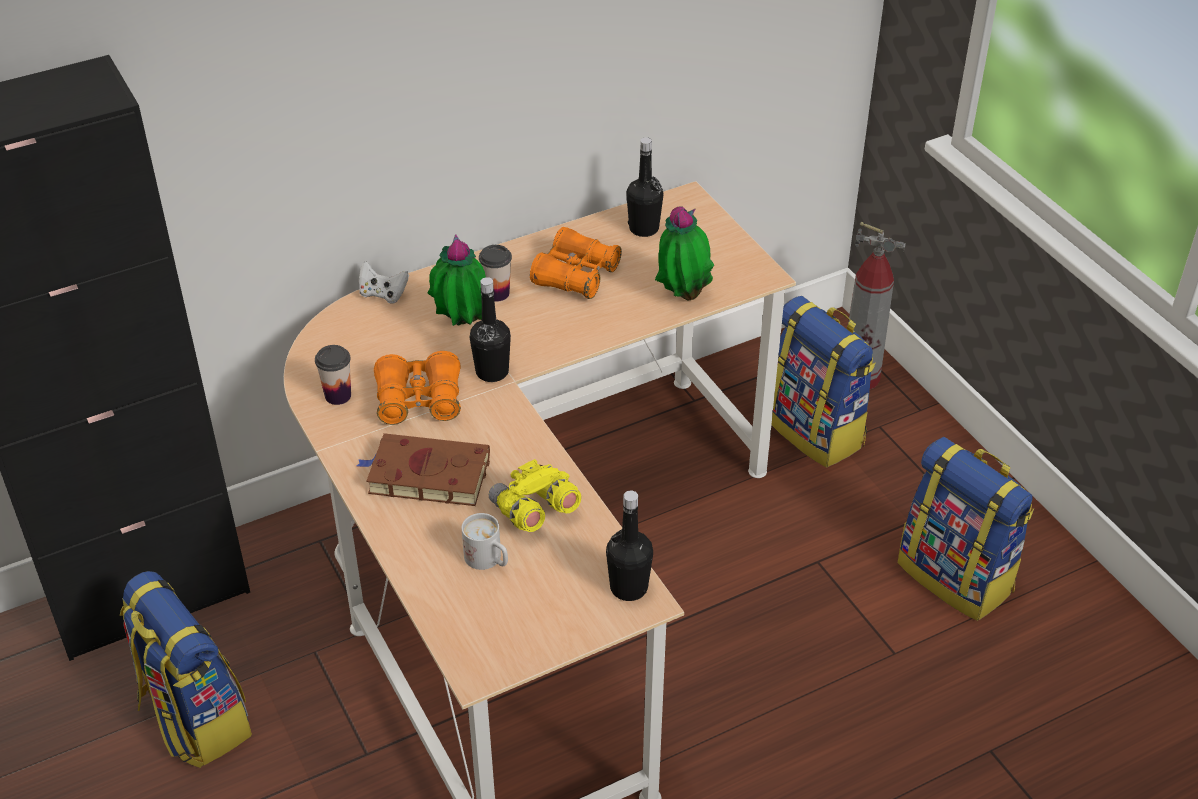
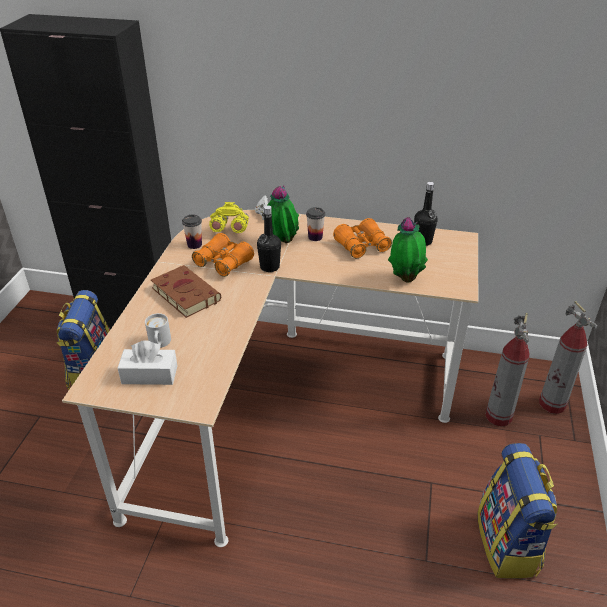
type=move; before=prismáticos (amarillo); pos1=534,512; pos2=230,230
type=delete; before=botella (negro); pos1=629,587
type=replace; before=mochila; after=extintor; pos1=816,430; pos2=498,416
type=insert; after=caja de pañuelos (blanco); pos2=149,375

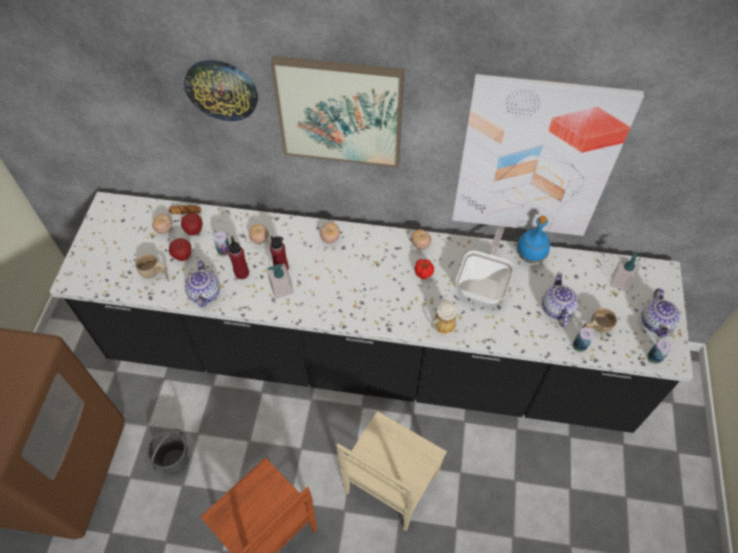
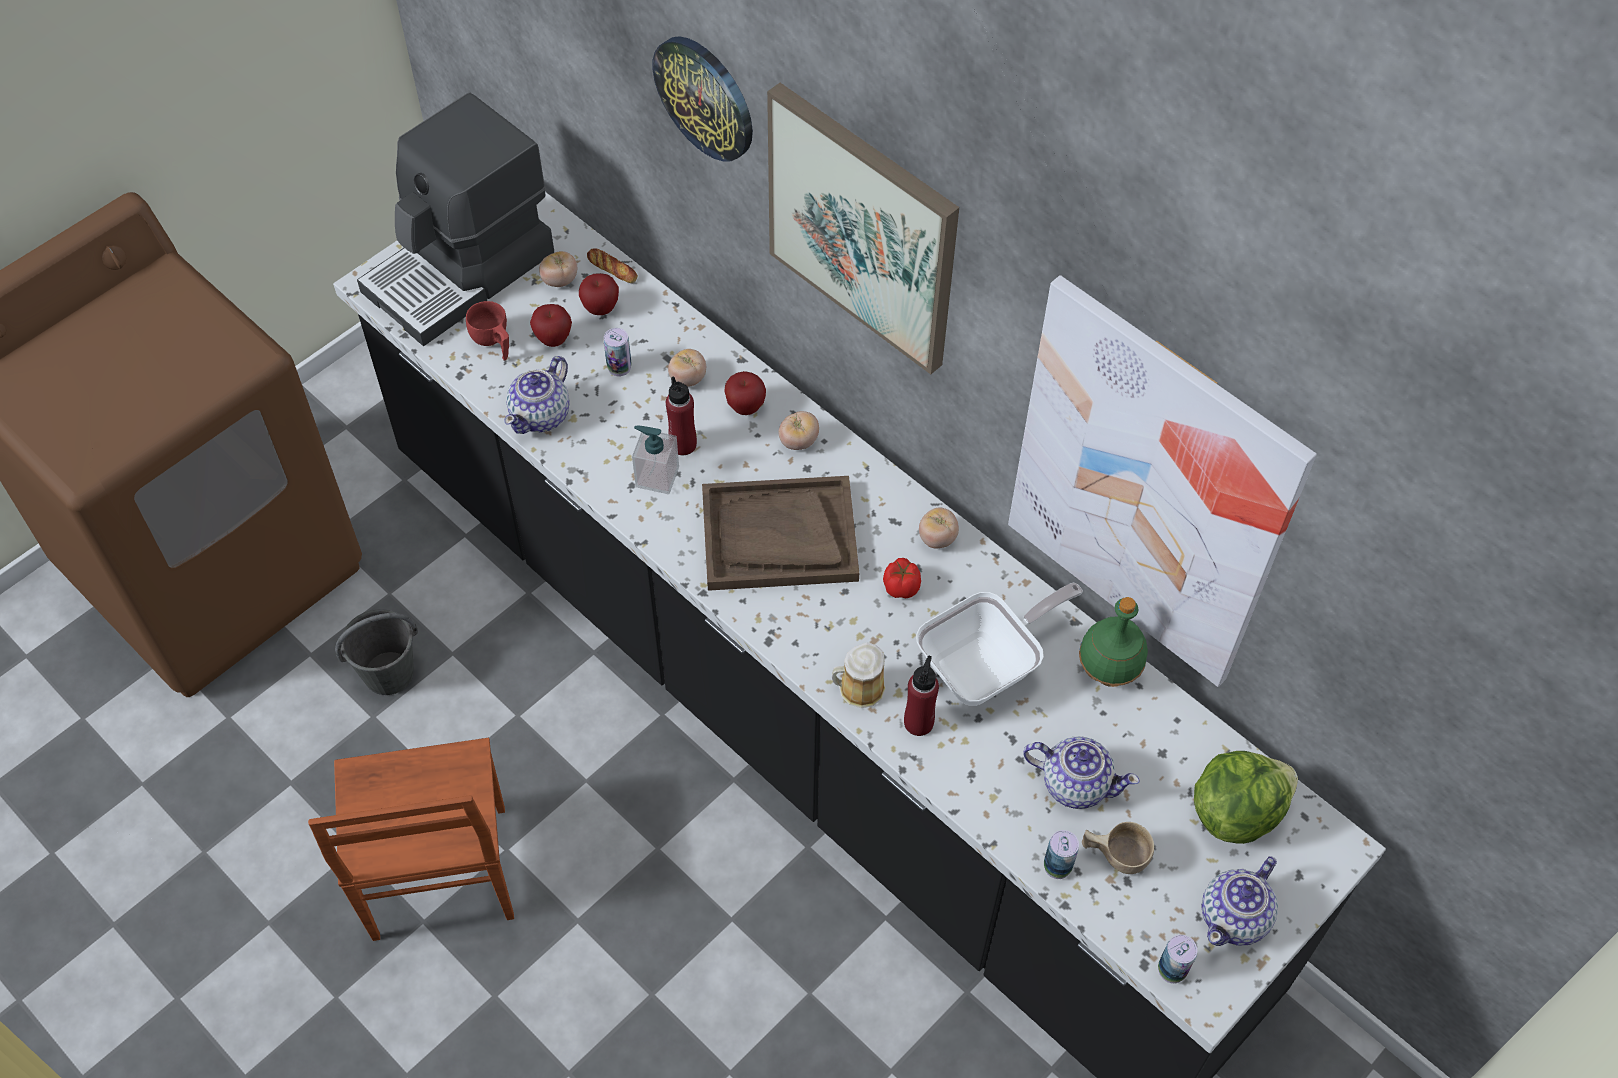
type=recolor; before=taza (beis); after=taza (rojo); pos1=155,274; pos2=493,343
type=move; before=botella (rojo); pos1=241,273; pos2=918,722
type=delete; before=silla (beis); pos1=389,485
type=recolor; before=botella (azul); after=botella (verde); pos1=529,257; pos2=1108,671
type=rotate; before=tetera; pos1=556,309; pos2=1074,783; turn=75
type=replace; before=dispensador de jabón; after=lechuga; pos1=620,282; pos2=1235,812
type=insert; after=cafetera; pos2=462,272
type=insert; after=bandeja (marrón); pos2=779,536
type=insert; after=manzana; pos2=745,407

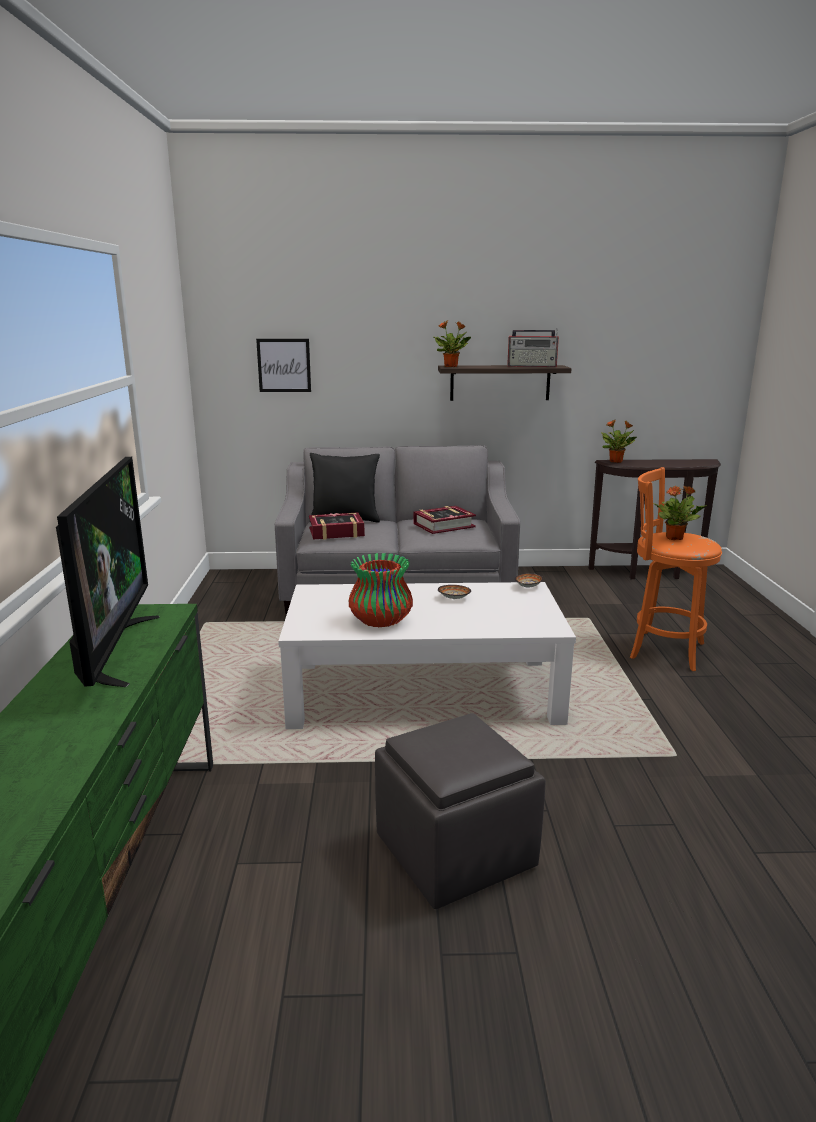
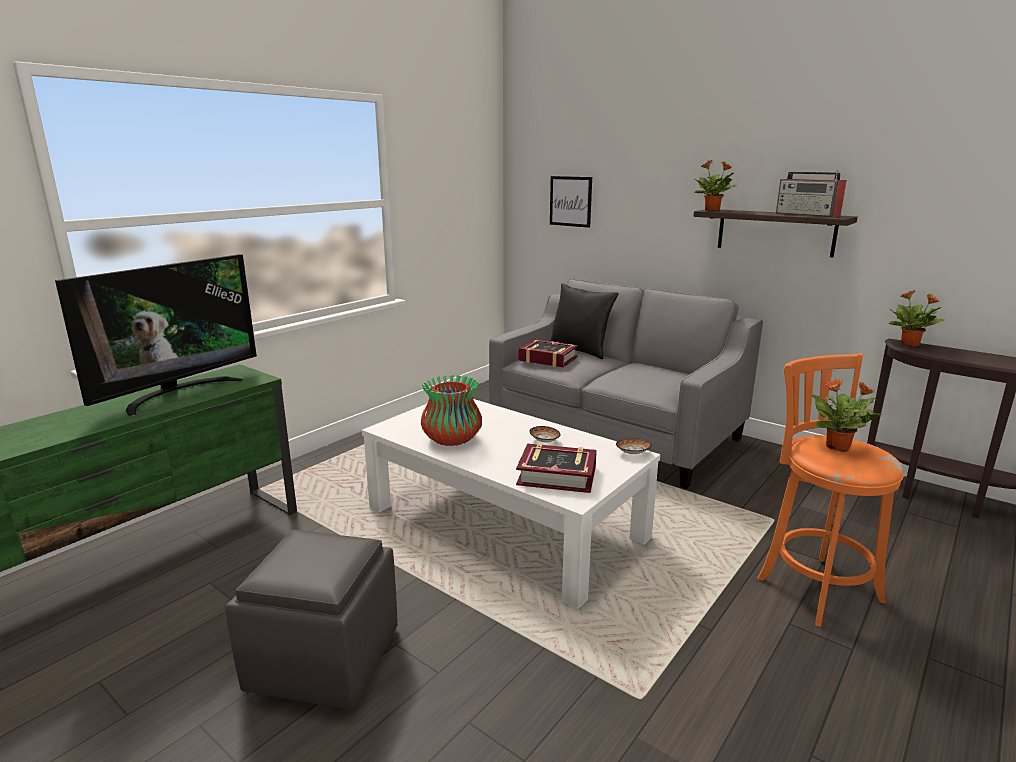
type=move; before=libro; pos1=443,525; pos2=557,475

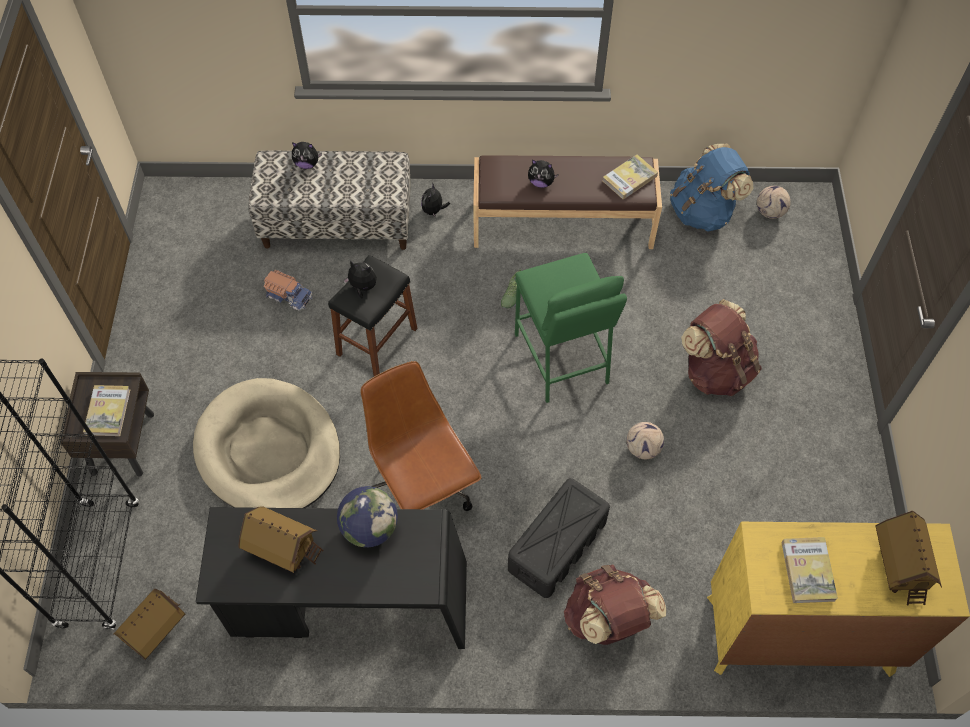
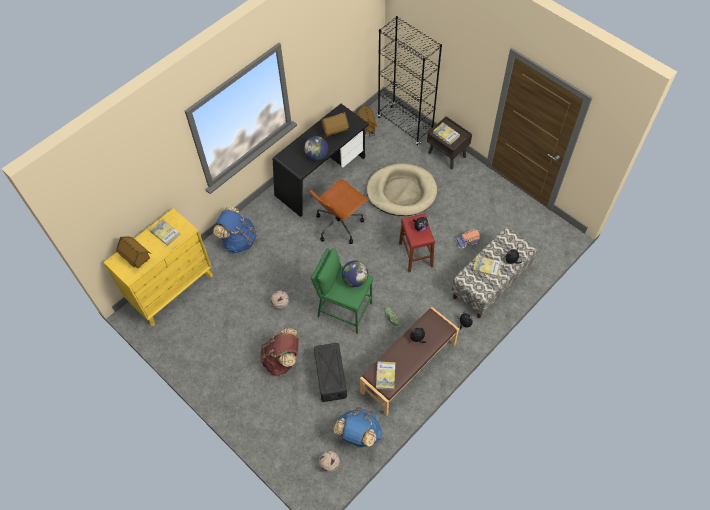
type=recolor; before=taburete (negro); after=taburete (rojo); pos1=377,341; pos2=415,255
type=rotate; before=silla de oficina (marrón); pos1=422,489; pos2=339,224; turn=120
type=move; before=caja de almacenaje (negro); pos1=556,546; pos2=330,375
type=recolor; before=mochila (marrón); after=mochila (azul); pos1=608,619; pos2=238,240
type=insert; after=globo terráqueo; pos2=355,280
type=insert; after=libro; pos2=486,267

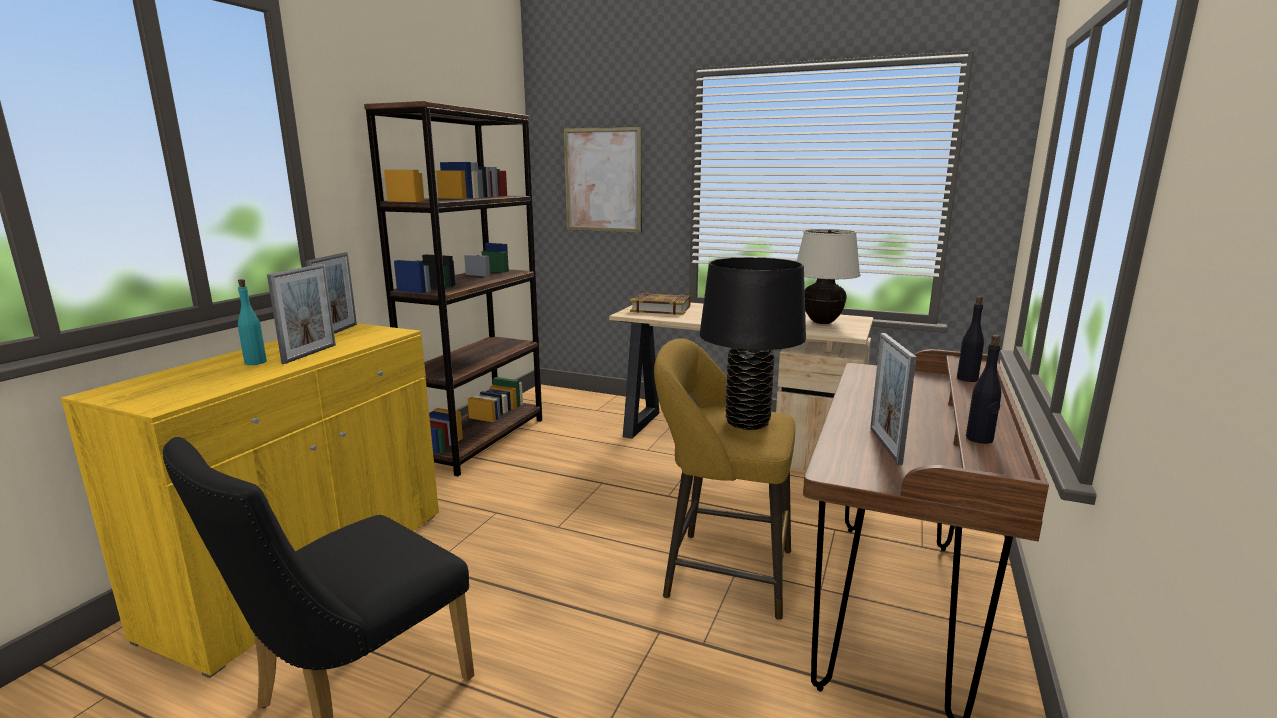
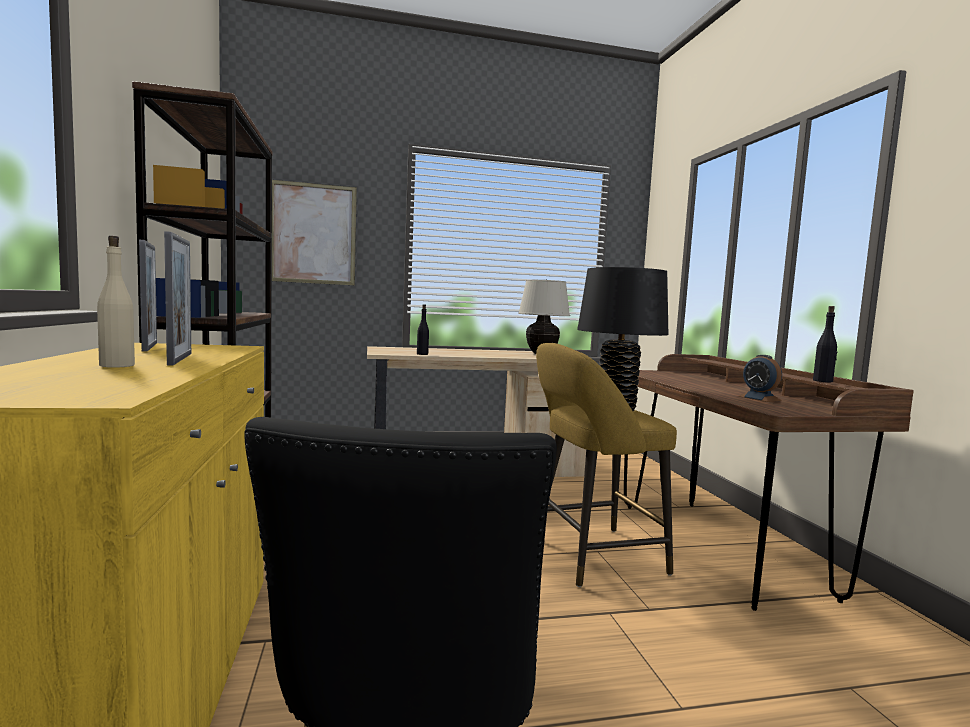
type=recolor; before=botella (turquesa); after=botella (beis); pos1=255,362; pos2=116,365
type=delete; before=libro; pos1=660,309
type=replace; before=portarretratos; after=despertador; pos1=885,445; pos2=759,398
type=move; before=botella (negro); pos1=967,379; pos2=422,354

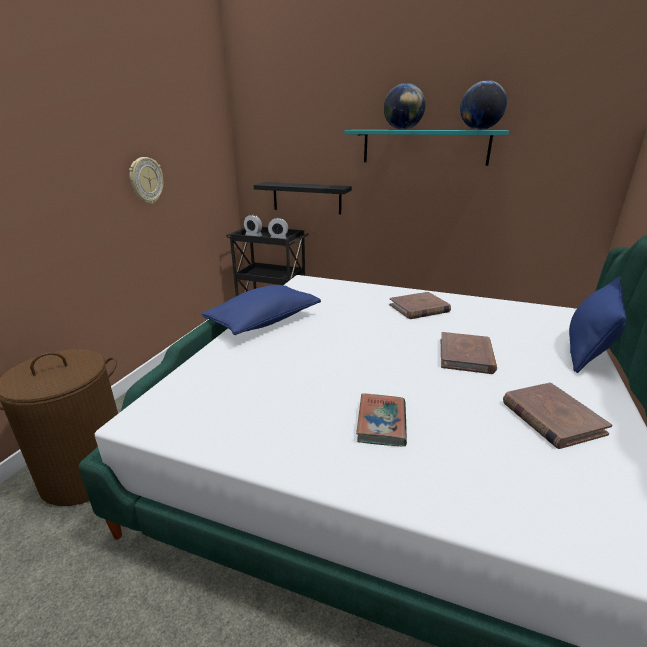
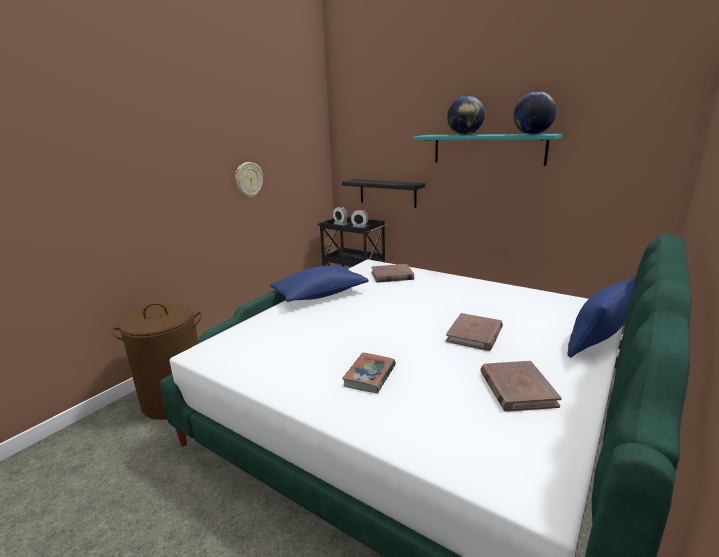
type=move; before=libro (marrón); pos1=419,308; pos2=392,275

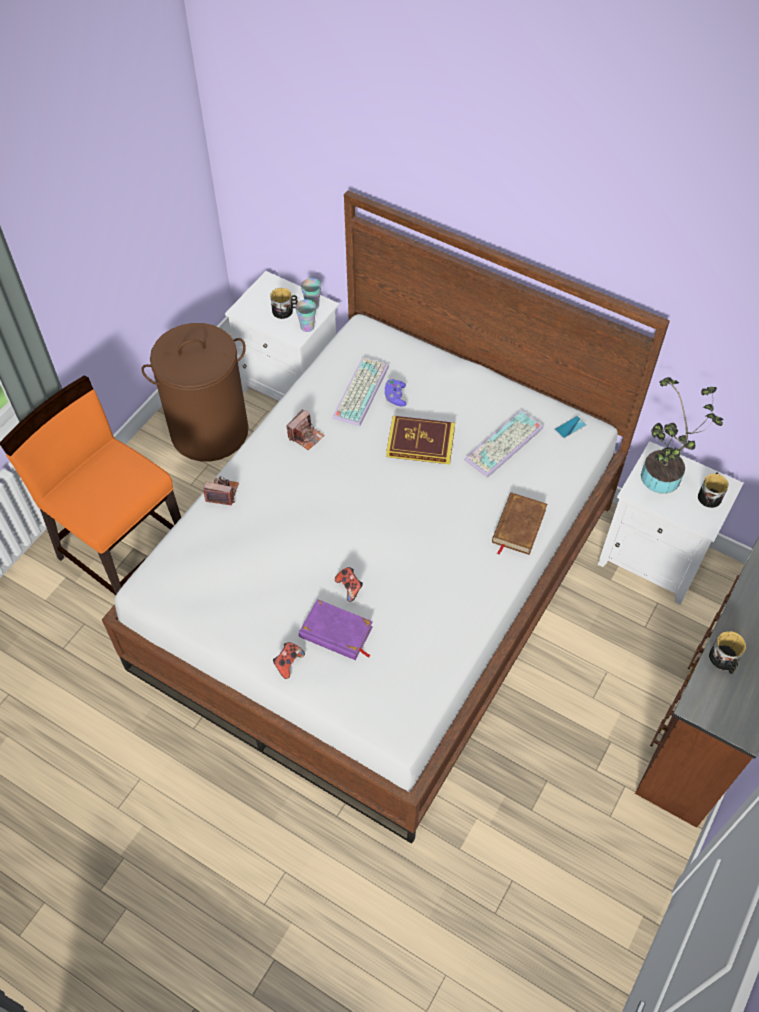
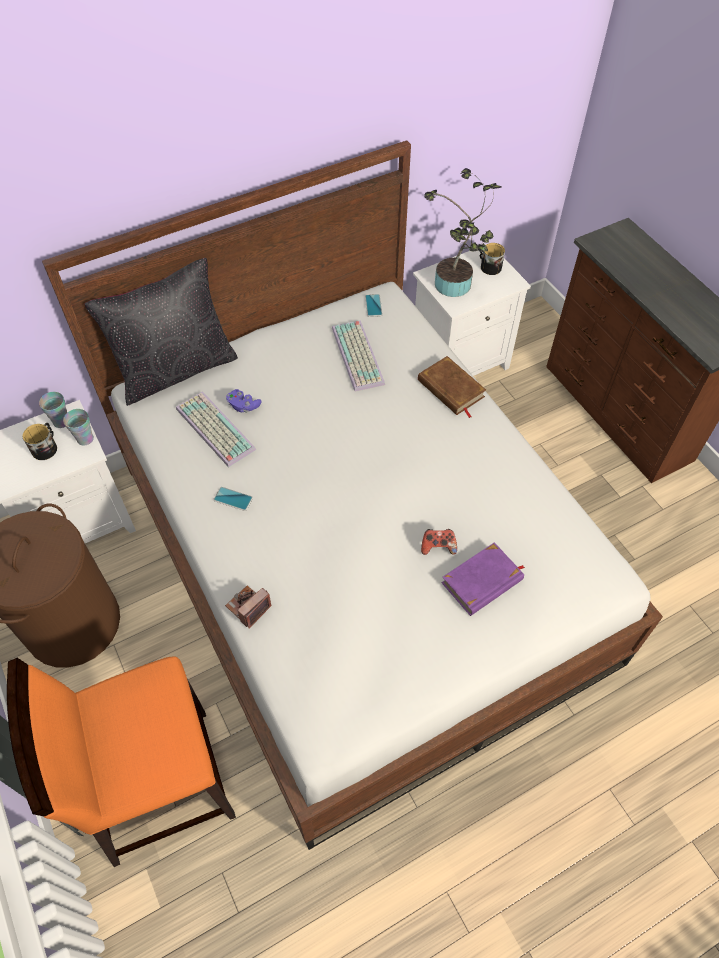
type=delete; before=mando de consola; pos1=288,663
type=replace; before=cámara; after=móvil; pos1=305,436; pos2=233,499
type=delete; before=libro; pos1=420,443
type=delete; before=taza grande; pos1=724,660
type=insert; after=cojín (negro); pos2=176,369

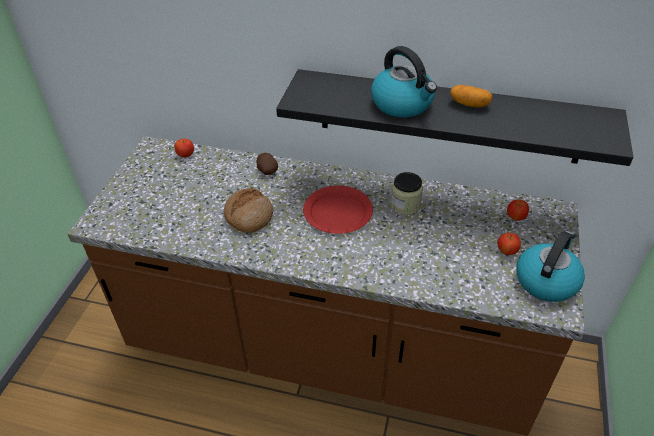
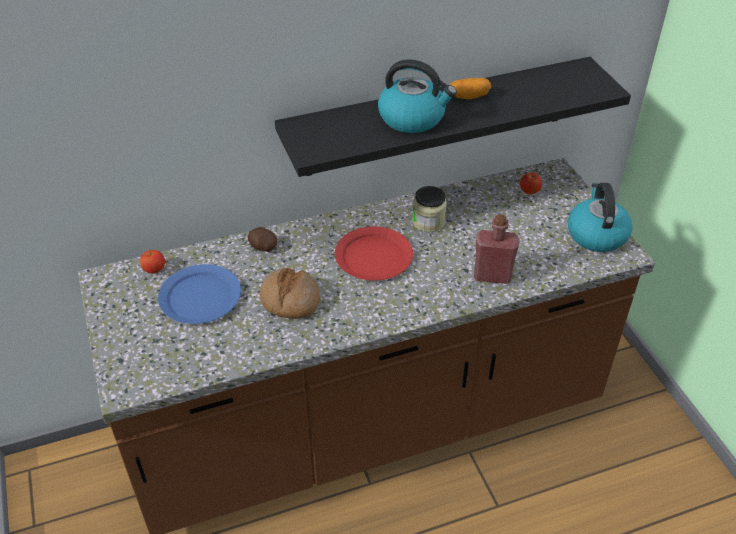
type=delete; before=manzana; pos1=506,251
type=insert; after=plato (azul); pos2=201,296
type=insert; after=botella (rojo); pos2=492,276

